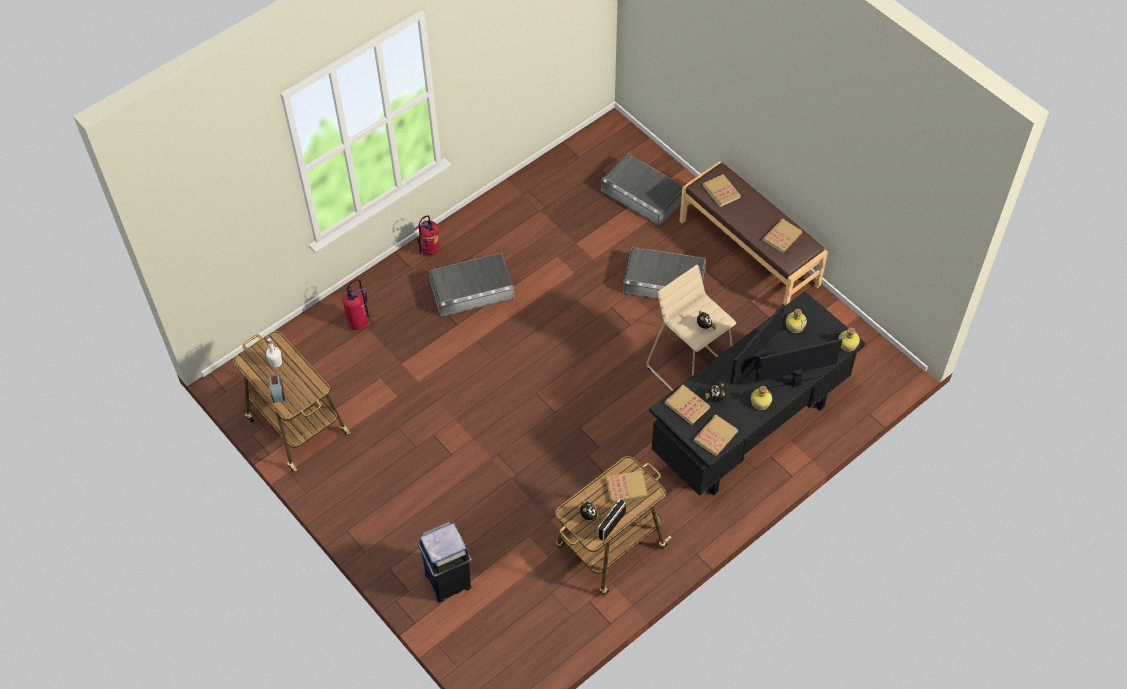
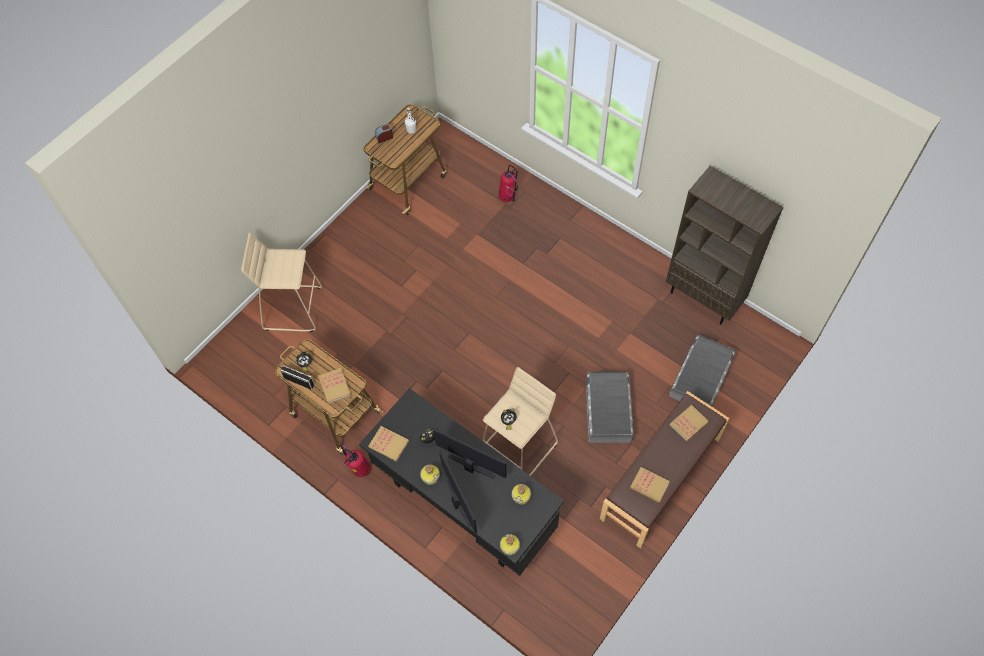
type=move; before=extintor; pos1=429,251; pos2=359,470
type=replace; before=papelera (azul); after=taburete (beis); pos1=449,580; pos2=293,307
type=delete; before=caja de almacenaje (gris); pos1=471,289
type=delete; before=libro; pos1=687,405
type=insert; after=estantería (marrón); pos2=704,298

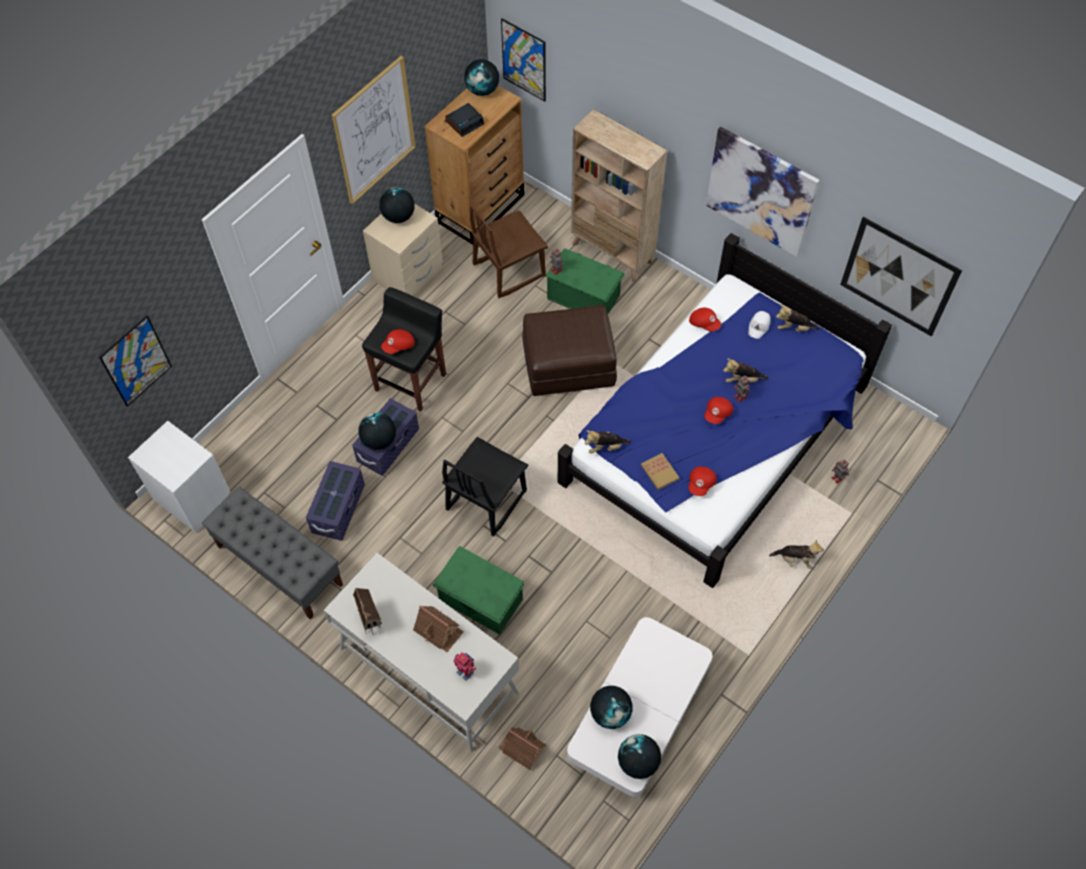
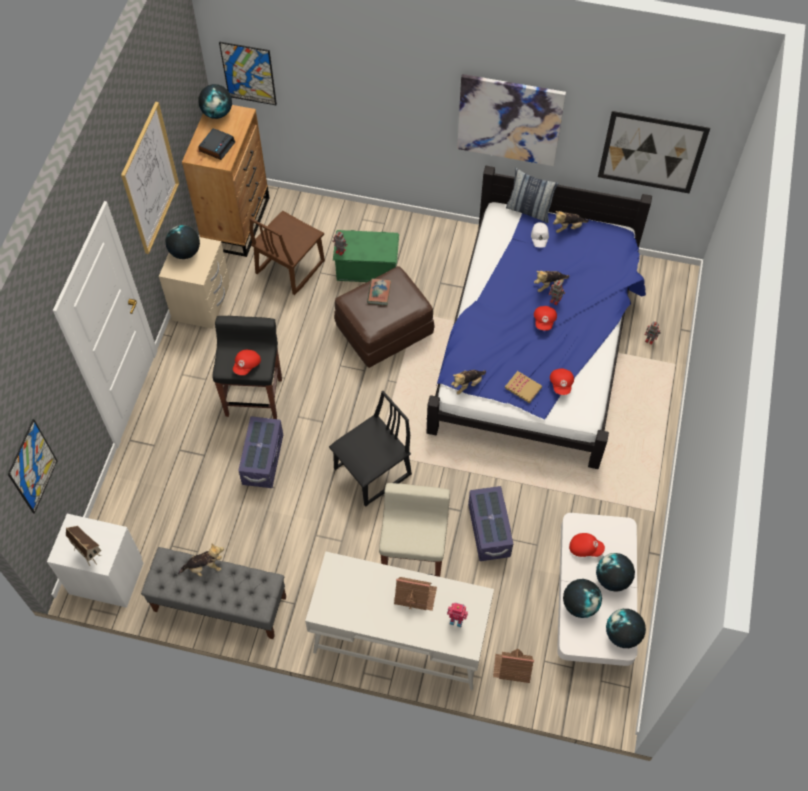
type=move; before=caja de almacenaje (morado); pos1=338,509; pos2=489,530
type=move; before=casita; pos1=371,621; pos2=90,554
type=move; before=globo terráqueo; pos1=379,440; pos2=612,579
type=replace; before=caja de almacenaje (verde); after=taburete (beis); pos1=480,601; pos2=414,560
type=rotate; before=silla (negro); pos1=485,500; pos2=373,472; turn=-135
type=delete; before=estantería (beis); pos1=612,253
type=move; before=gorra (rojo); pos1=704,323; pos2=585,548
type=move; before=peluche; pos1=795,559; pos2=204,567
type=insert; after=libro; pos2=379,293
type=insert; after=cojín; pos2=529,210

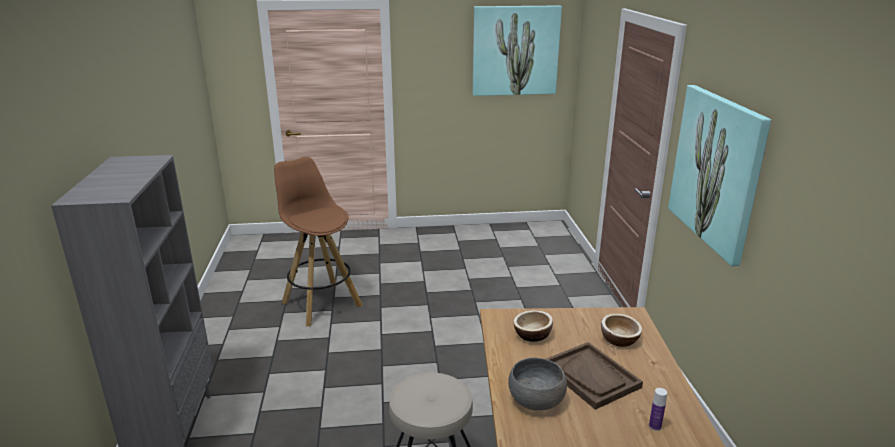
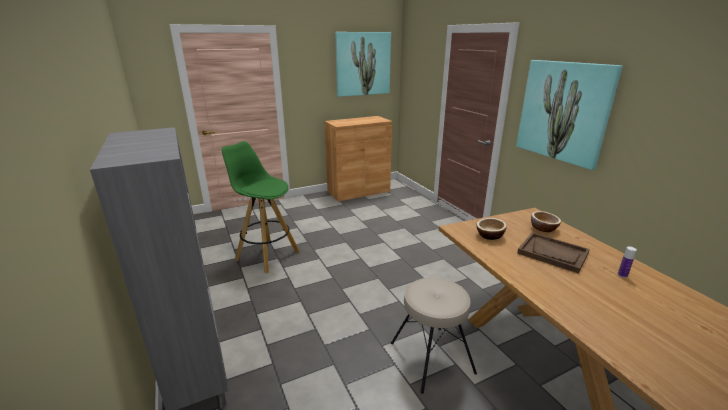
type=recolor; before=taburete (marrón); after=taburete (verde); pos1=321,304; pos2=266,255
type=delete; before=cuenco (gris); pos1=536,400
type=insert; after=armario (marrón); pos2=358,191

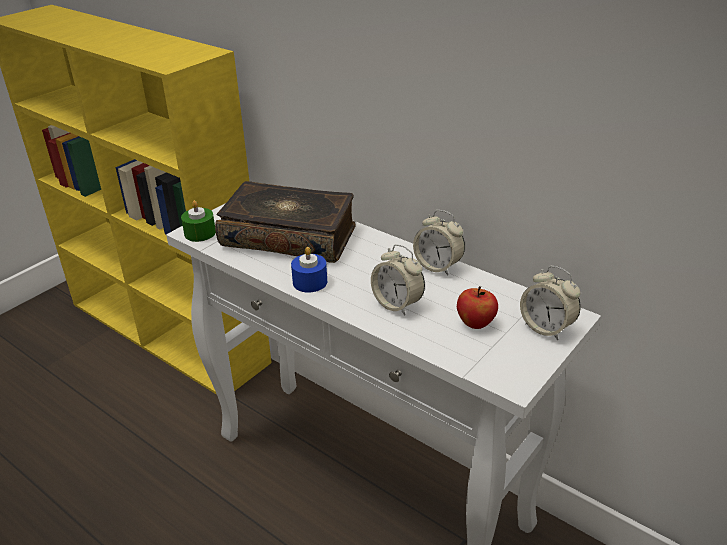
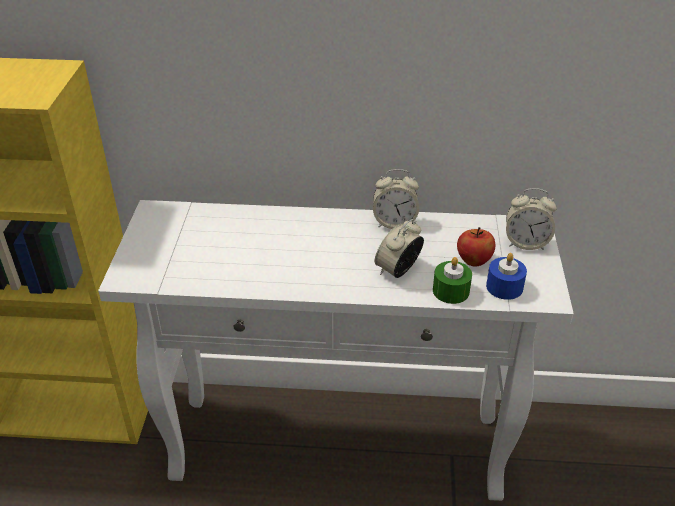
type=move; before=vela (verde); pos1=200,233; pos2=451,291
type=delete; before=libro; pos1=289,235
type=move; before=vela (azul); pos1=310,282; pos2=504,287
type=rotate; before=despertador; pos1=397,304; pos2=398,270; turn=120

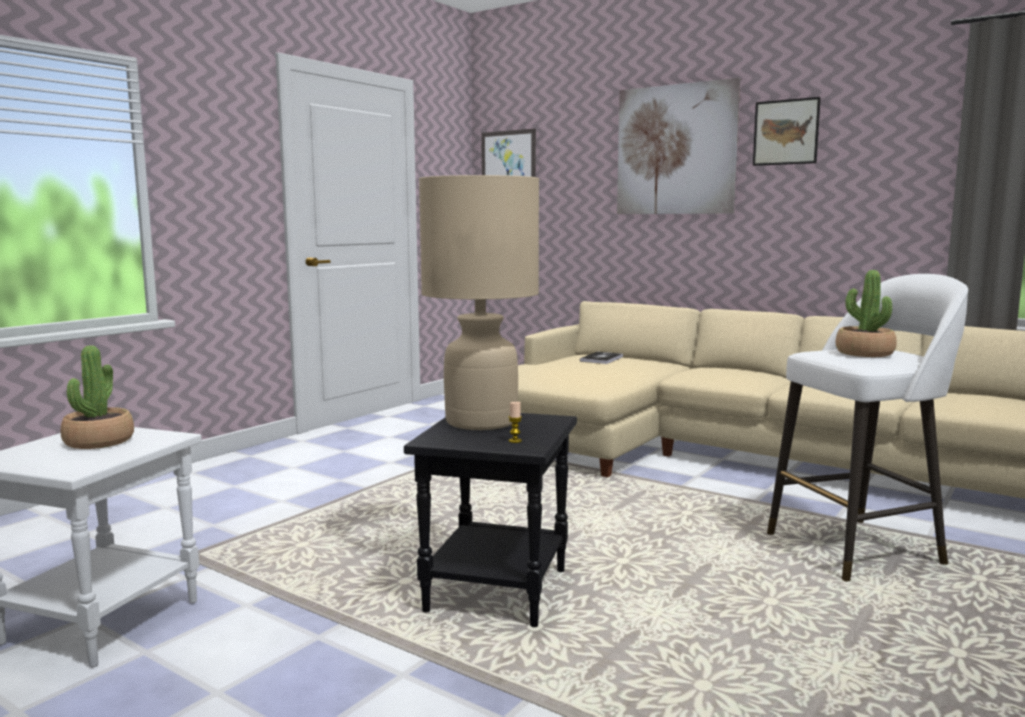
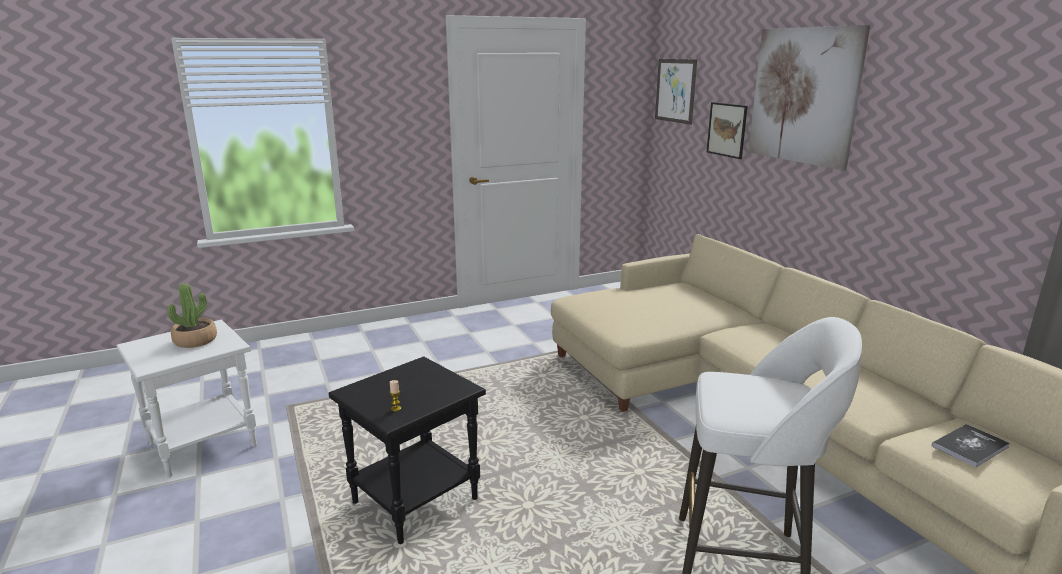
type=delete; before=lámpara de mesa (beis); pos1=481,421
type=move; before=libro; pos1=601,359; pos2=970,446
type=move; before=cuadro; pos1=786,132; pos2=727,130
type=delete; before=planta en maceta; pos1=864,353

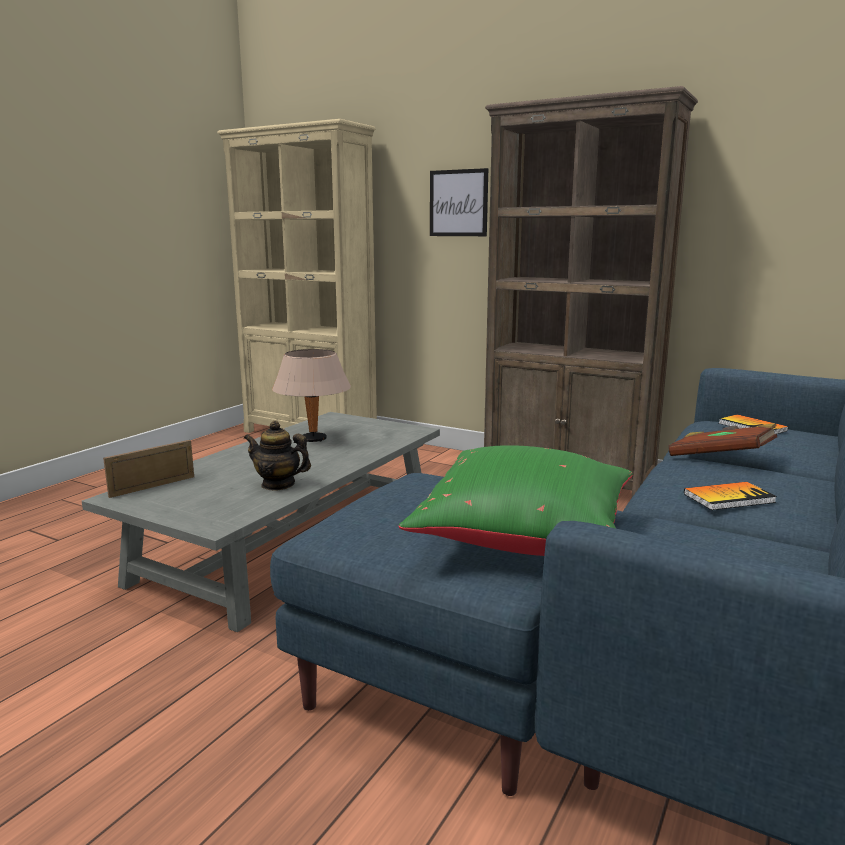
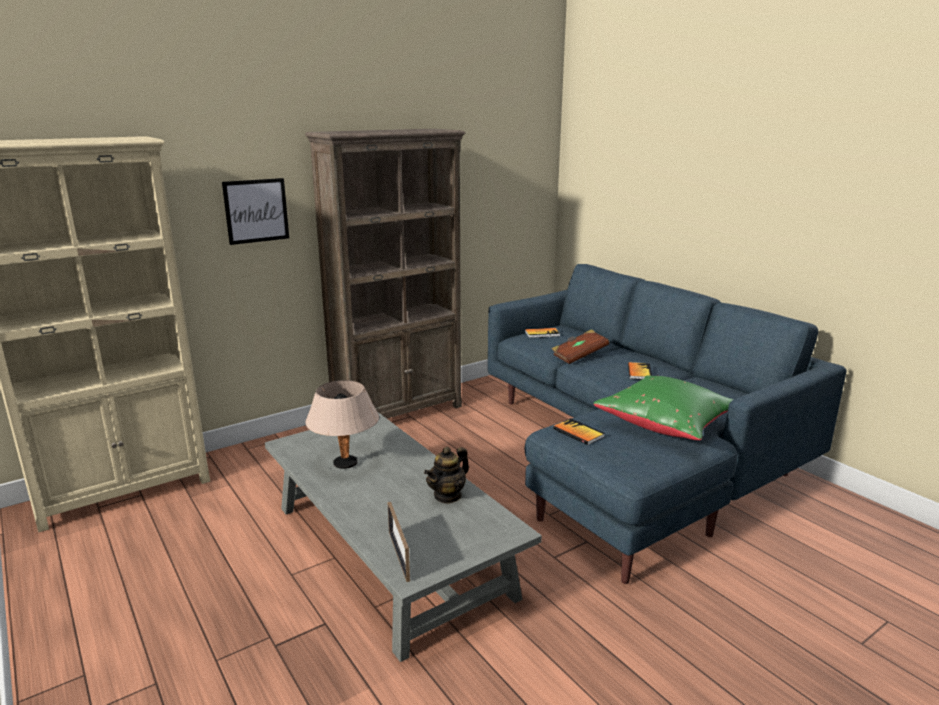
type=insert; after=libro; pos2=578,433

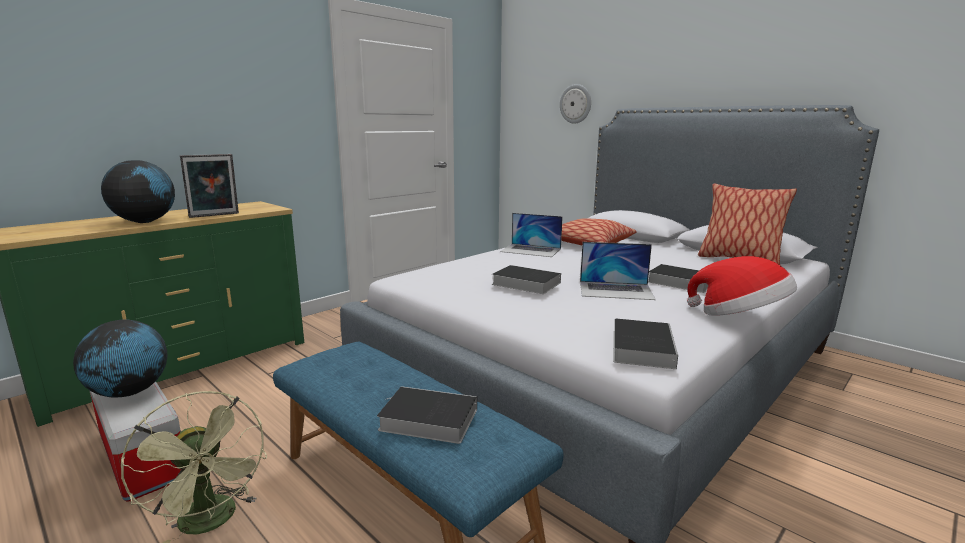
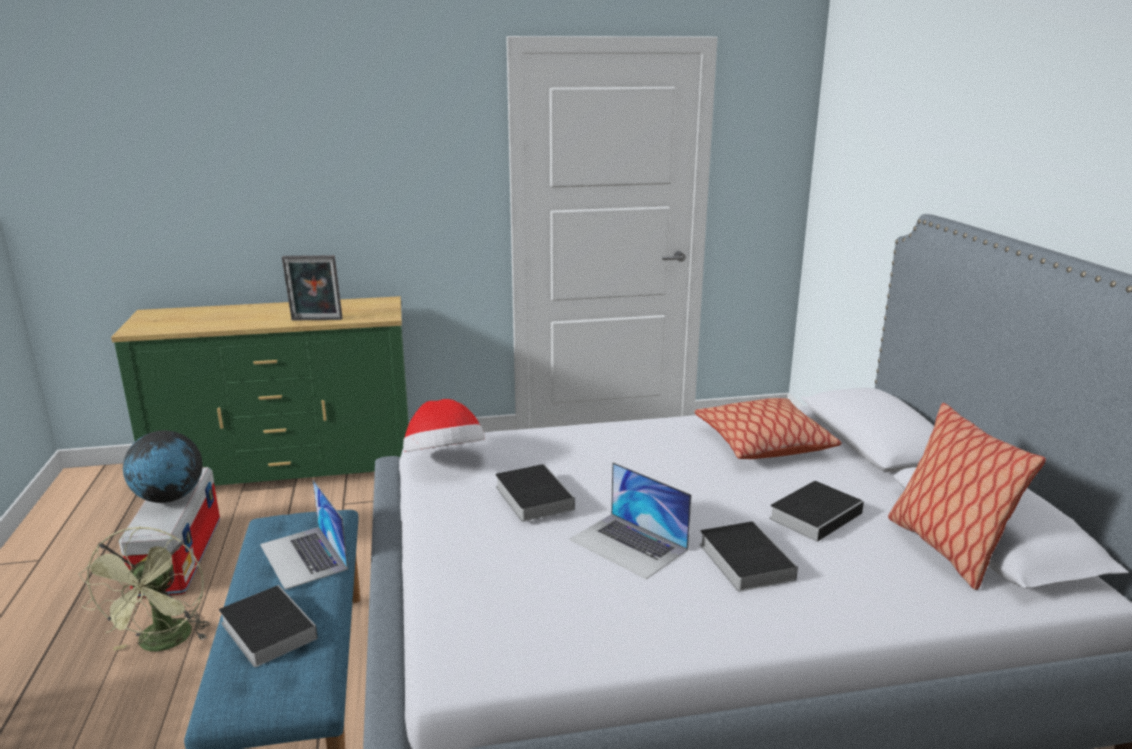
type=delete; before=globo terráqueo; pos1=144,221
type=move; before=portátil; pos1=531,250; pos2=303,557
type=delete; before=reloj de pared; pos1=575,104
type=move; before=libro; pos1=641,347; pos2=816,514
type=move; before=sombrero; pos1=739,317; pos2=444,460

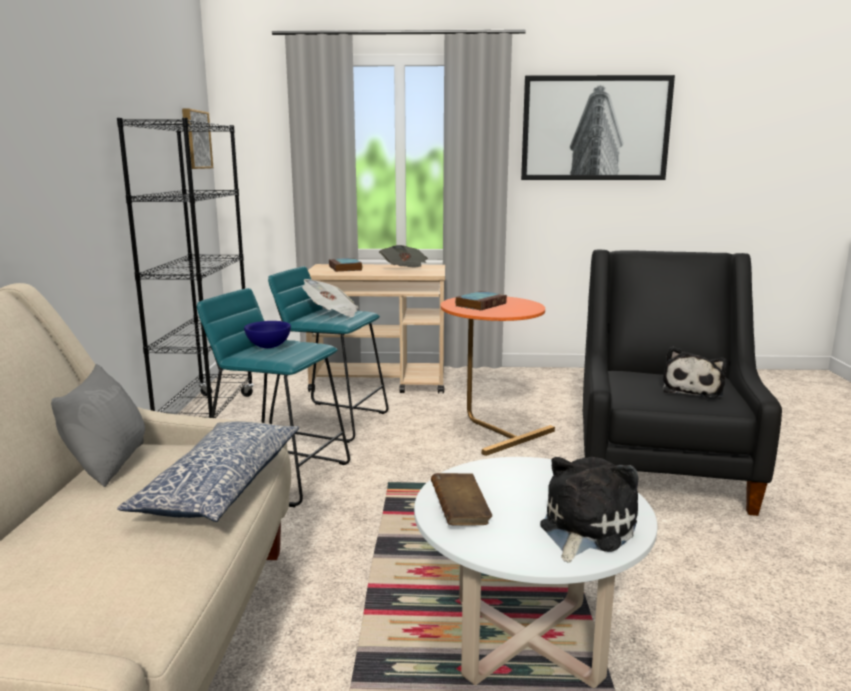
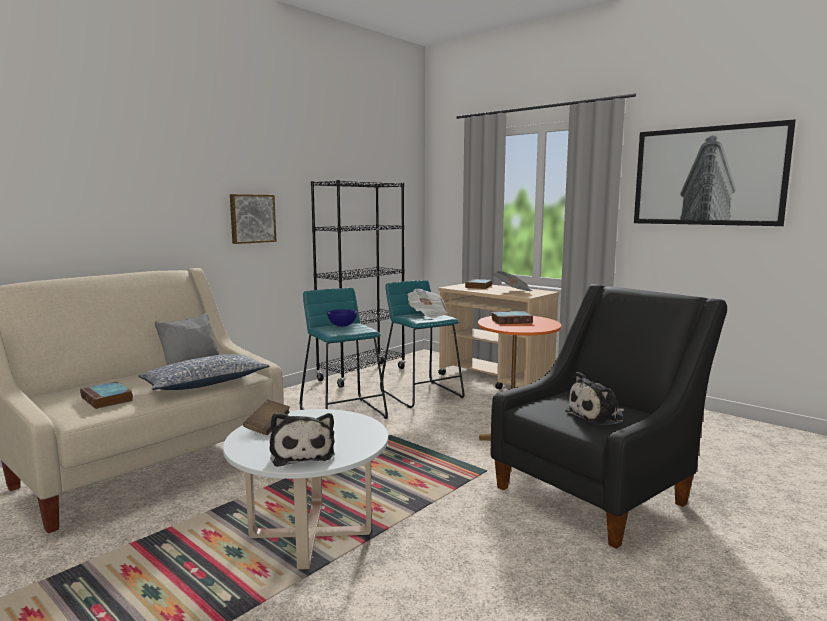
type=move; before=cuadro; pos1=195,139; pos2=252,218
type=rotate; before=peluche; pos1=584,529; pos2=302,453; turn=90
type=insert; after=libro; pos2=107,399

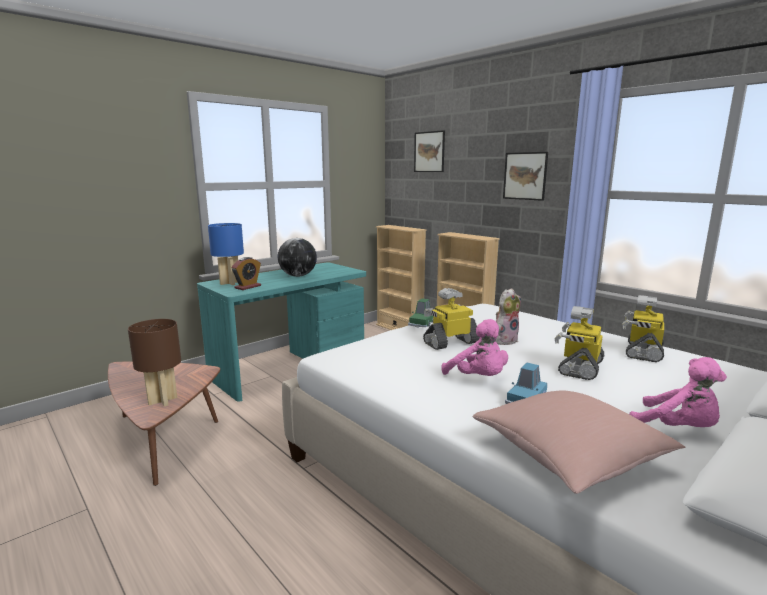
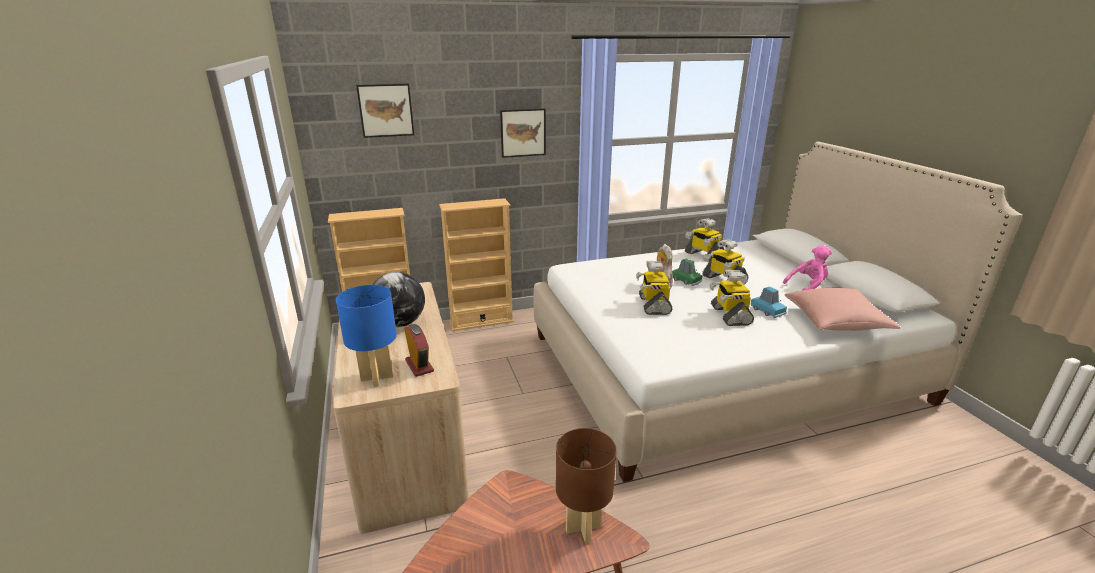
type=recolor; before=escritorio (turquesa); after=escritorio (beis); pos1=290,366; pos2=406,442
type=move; before=coche de juguete (verde); pos1=422,323; pos2=686,280
type=replace; before=peluche (rosa); after=robot de juguete; pos1=478,378; pos2=729,315

